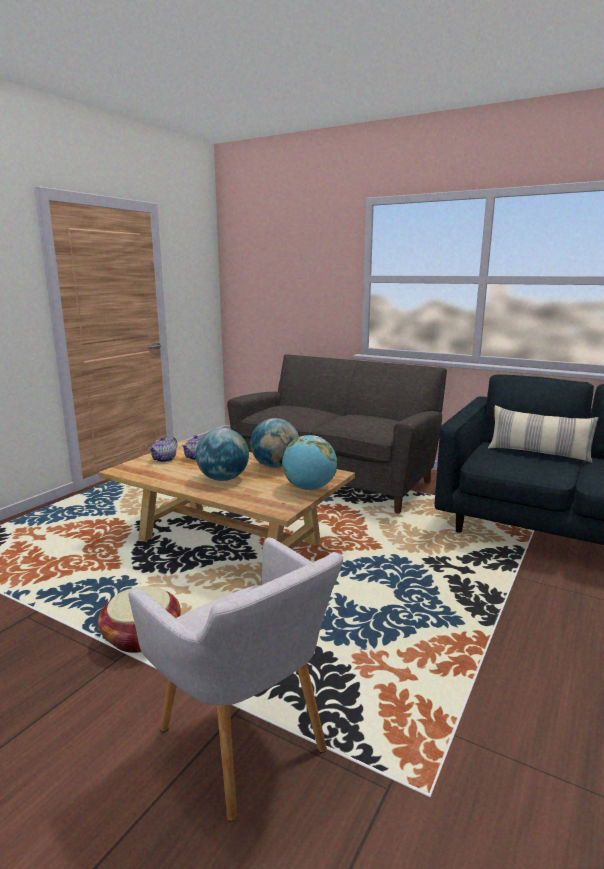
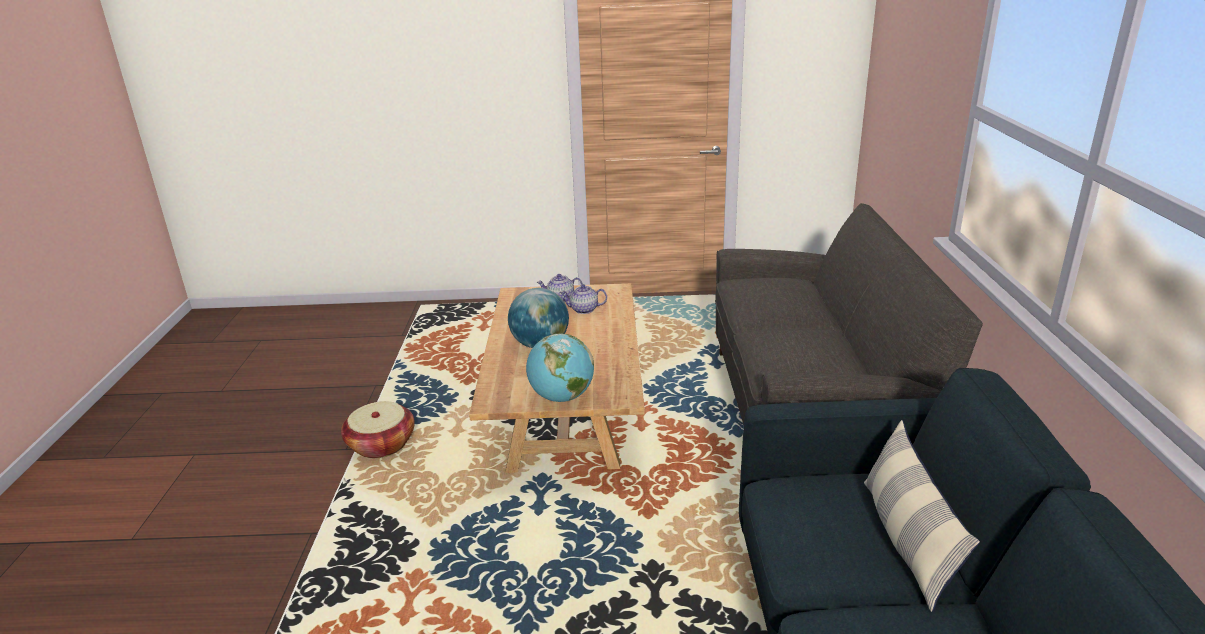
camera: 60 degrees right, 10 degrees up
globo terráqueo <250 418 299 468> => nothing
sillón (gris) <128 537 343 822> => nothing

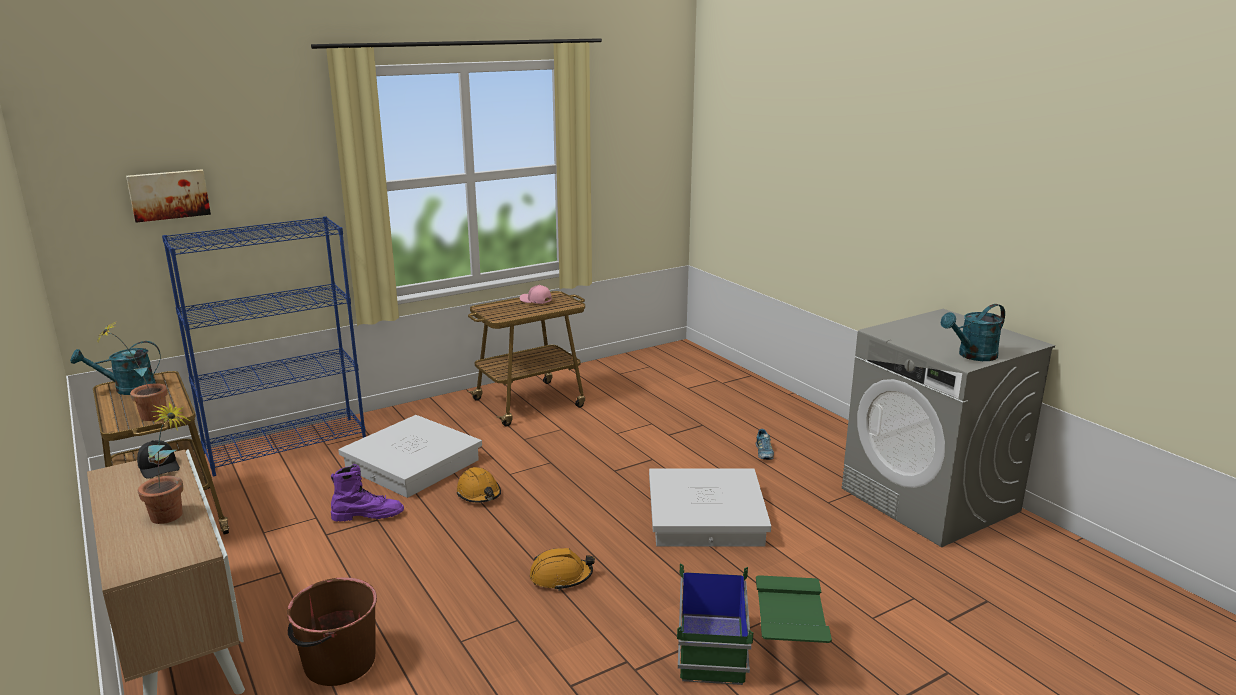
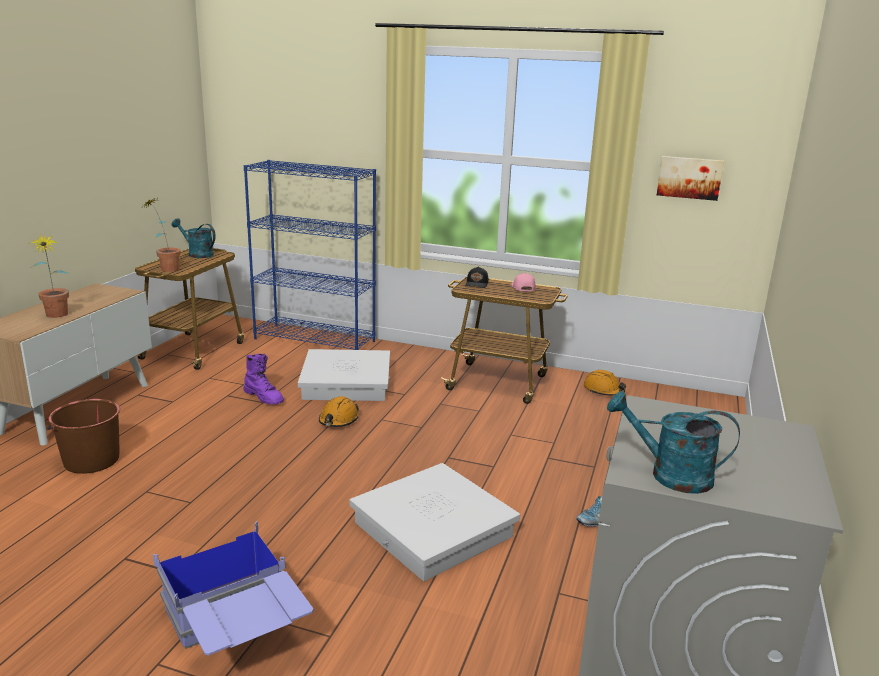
camera: 50 degrees right, 0 degrees up
cuadro <126 169 211 223> => cuadro <657 156 724 201>, shifted
gorra (negro) <137 440 180 479> => gorra (negro) <465 266 488 288>, shifted
casco (naranja) <530 548 595 591> => casco (naranja) <583 370 626 396>, shifted
caja de almacenaje (verde) <677 563 832 685> => caja de almacenaje (azul) <153 521 314 655>

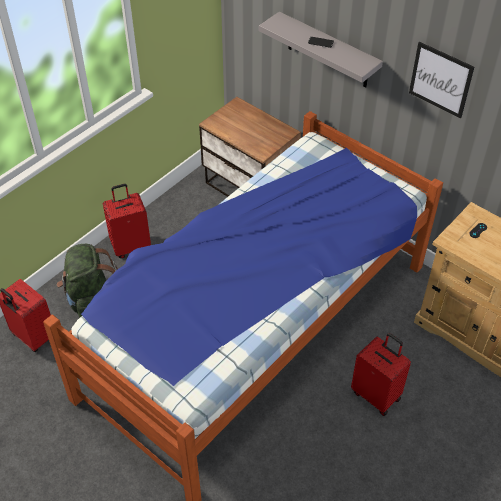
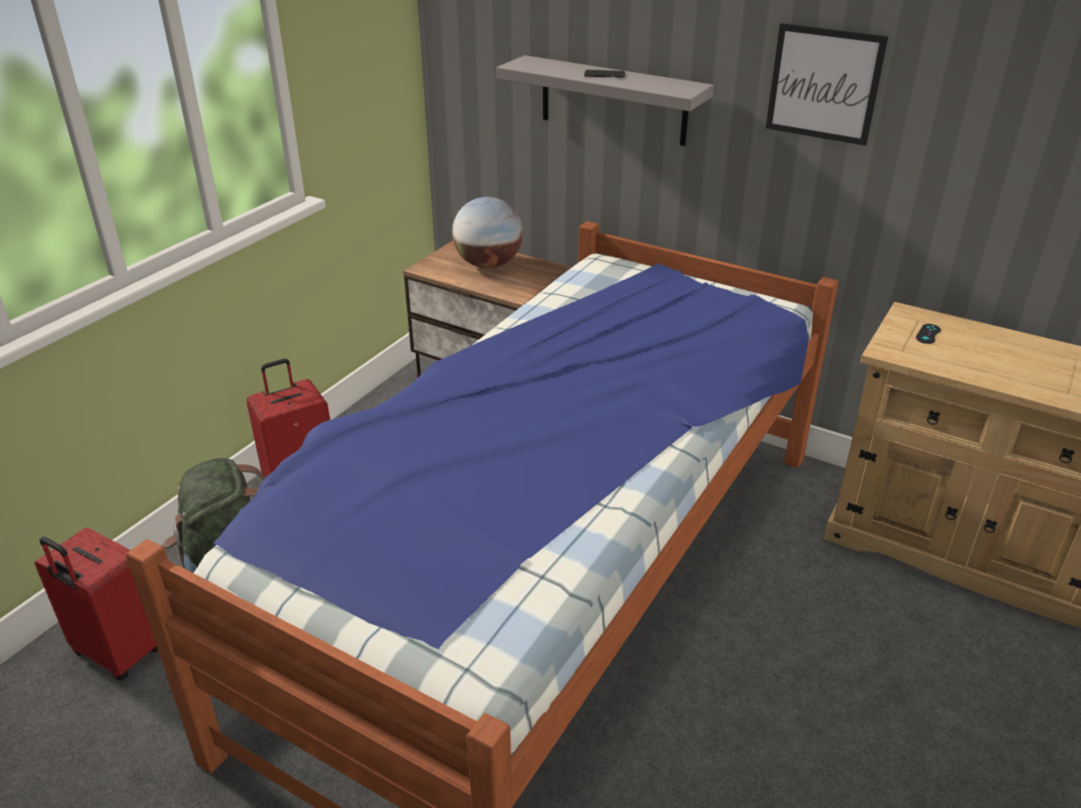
camera: 10 degrees left, 15 degrees down
maleta (rojo) <351 333 411 416> => nothing
nothing => globo terráqueo <452 197 523 268>

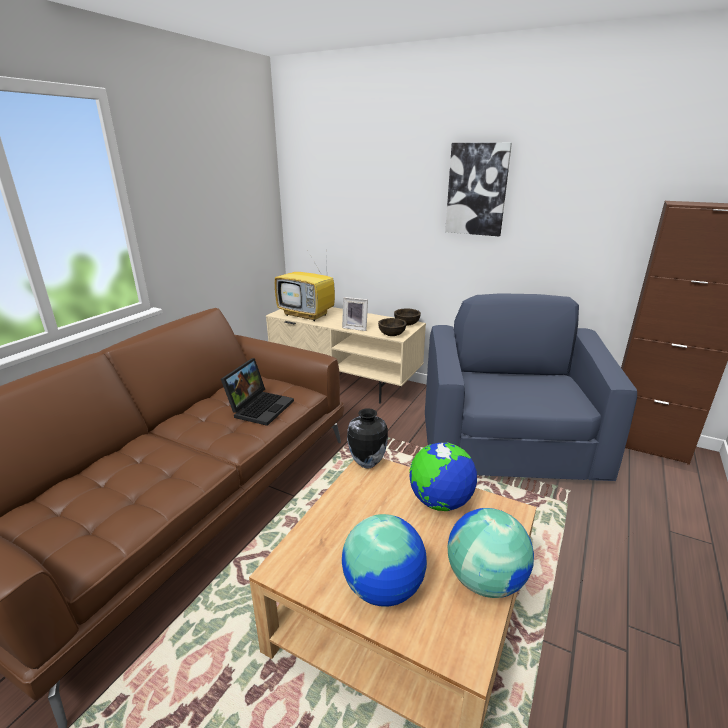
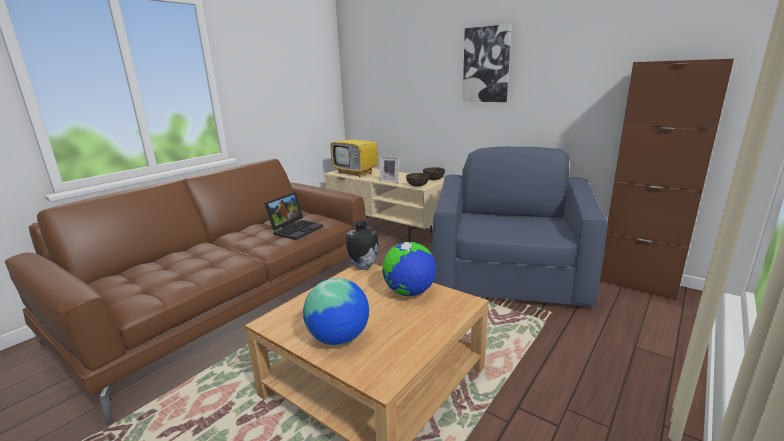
camera: 10 degrees right, 5 degrees down
globo terráqueo <448 508 534 598> => nothing

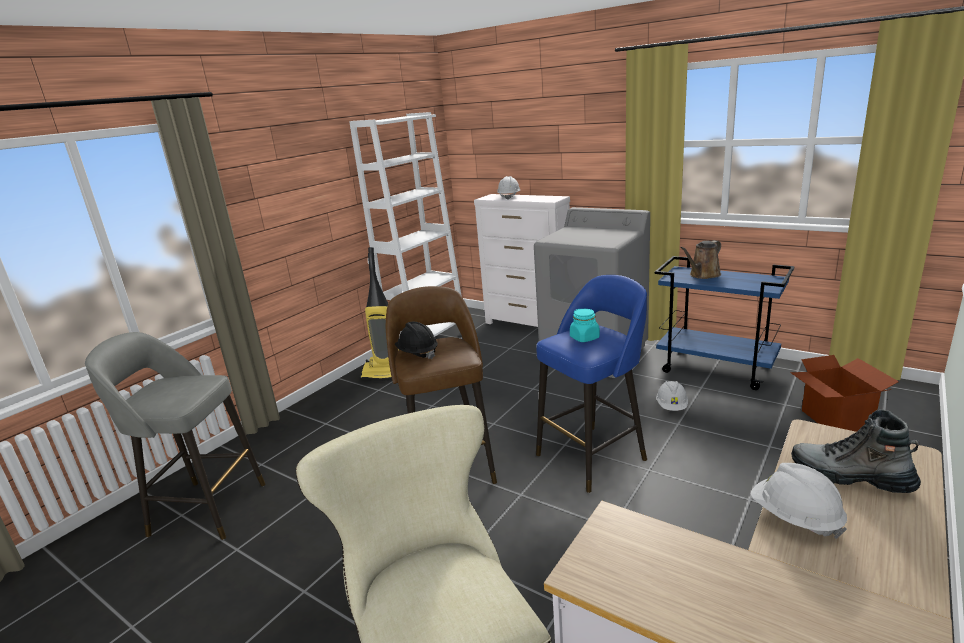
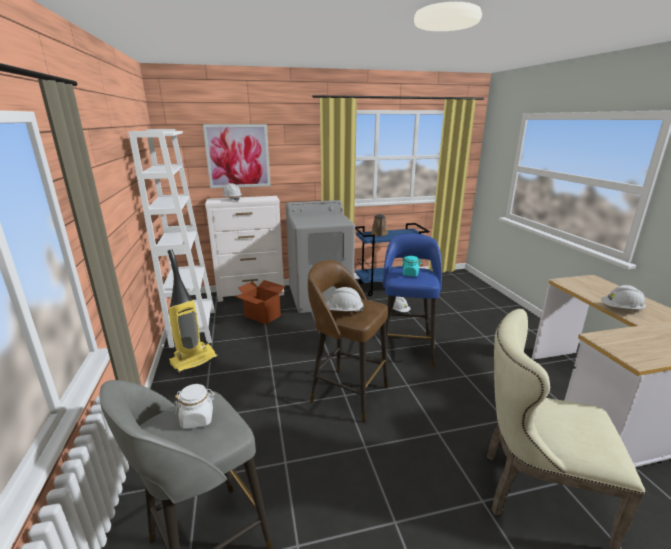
camera: 50 degrees left, 0 degrees up
casco (negro) <395 322 438 359> => casco (blanco) <326 287 364 312>
caja de cartón <790 355 899 432> => caja de cartón <234 280 286 325>, shifted
bota <791 409 921 493> => nothing
nothing => cuadro <203 124 271 188>
nothing => tarro (blanco) <175 384 215 429>

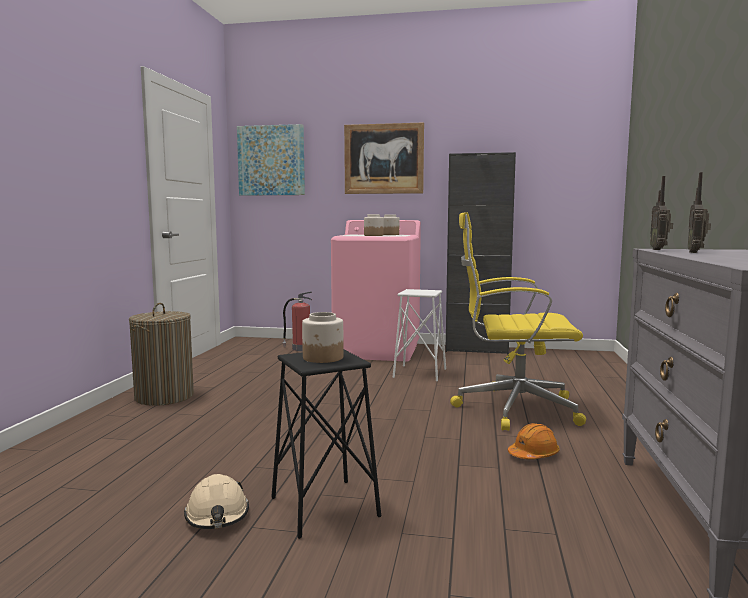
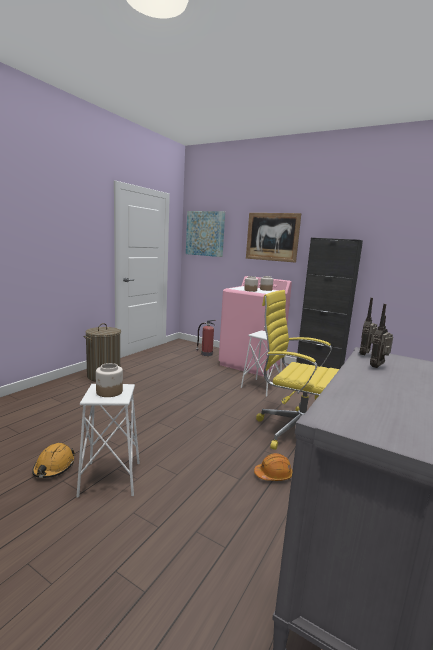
camera: 20 degrees right, 5 degrees up
taburete (negro) <271 350 381 539> => taburete (blanco) <76 384 140 498>
casco (beis) <184 474 249 529> => casco (naranja) <32 443 75 478>

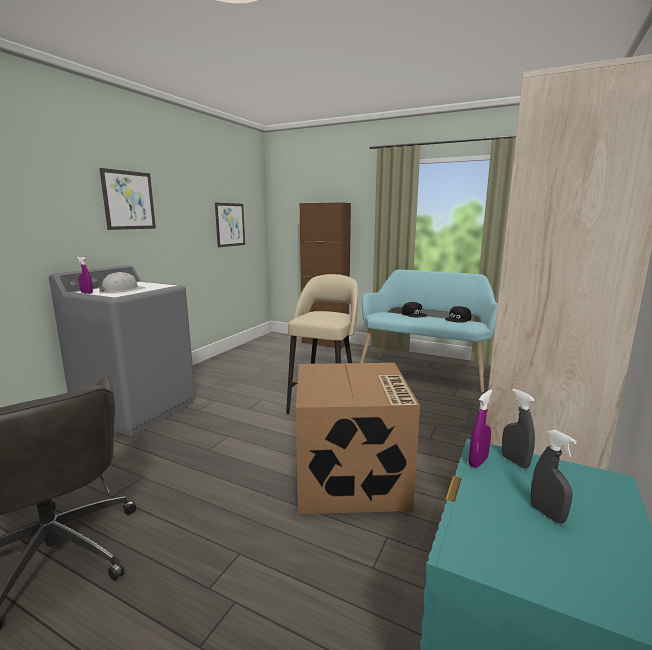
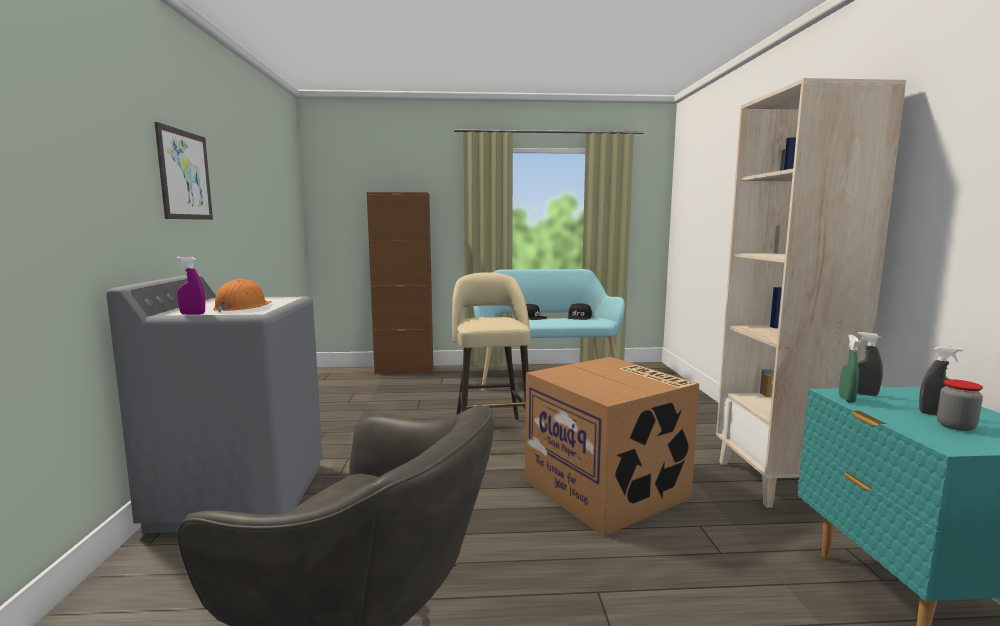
camera: 30 degrees left, 5 degrees down
cuadro <215 203 245 247> => nothing
casco (blanco) <99 272 145 294> => casco (naranja) <213 279 272 313>
pulverizador (morado) <469 390 492 468> => pulverizador (verde) <839 334 859 403>
nothing => tarro <937 379 983 431>

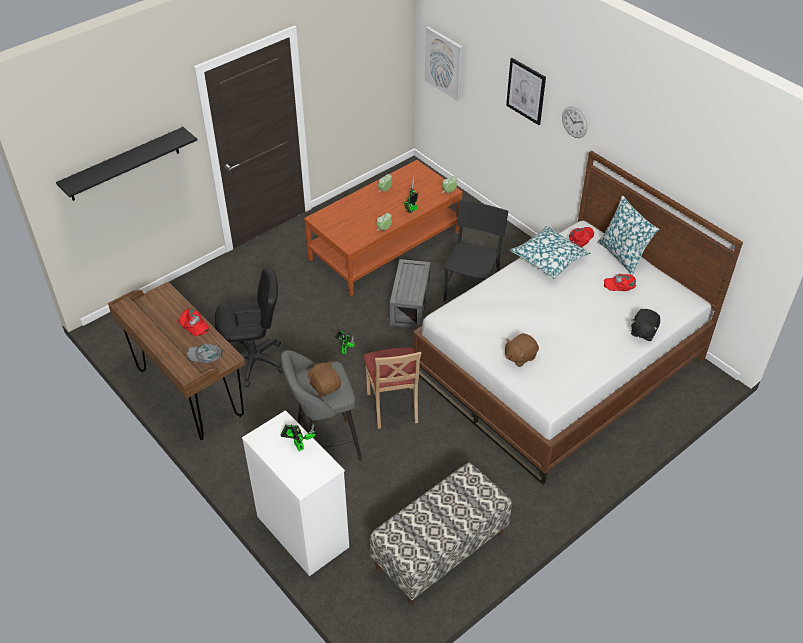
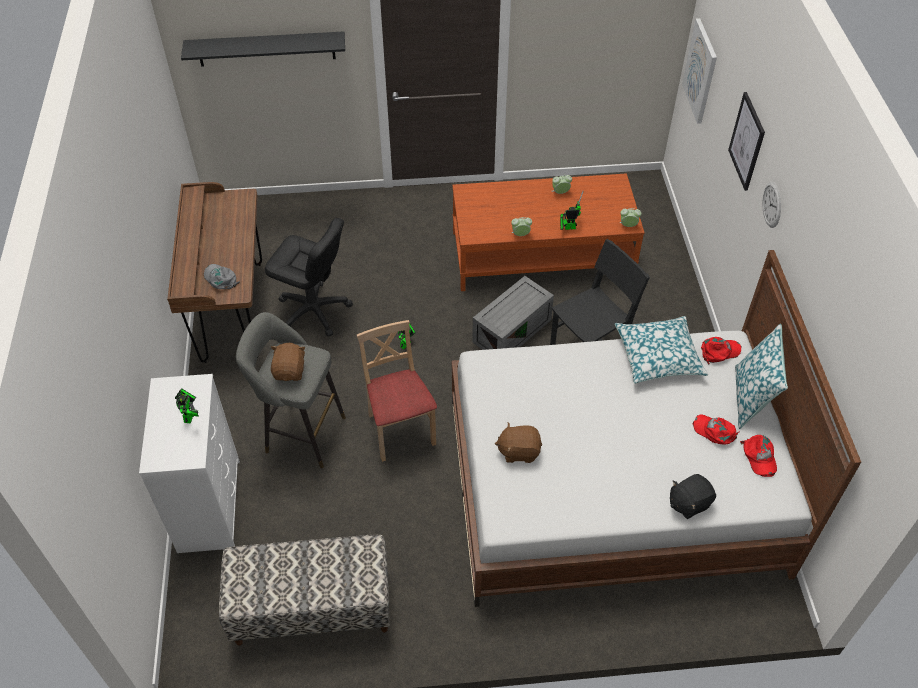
camera: 35 degrees right, 5 degrees up
gorra (rojo) <177 309 209 336> => gorra (rojo) <740 435 777 477>, shifted
silla (beis) <363 347 421 429> => silla (beis) <357 320 437 462>, 135 degrees clockwise

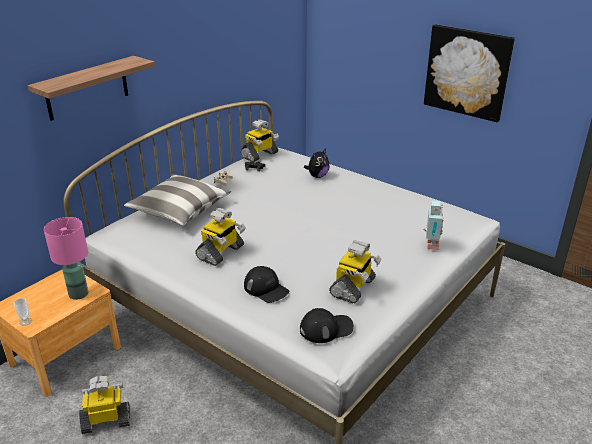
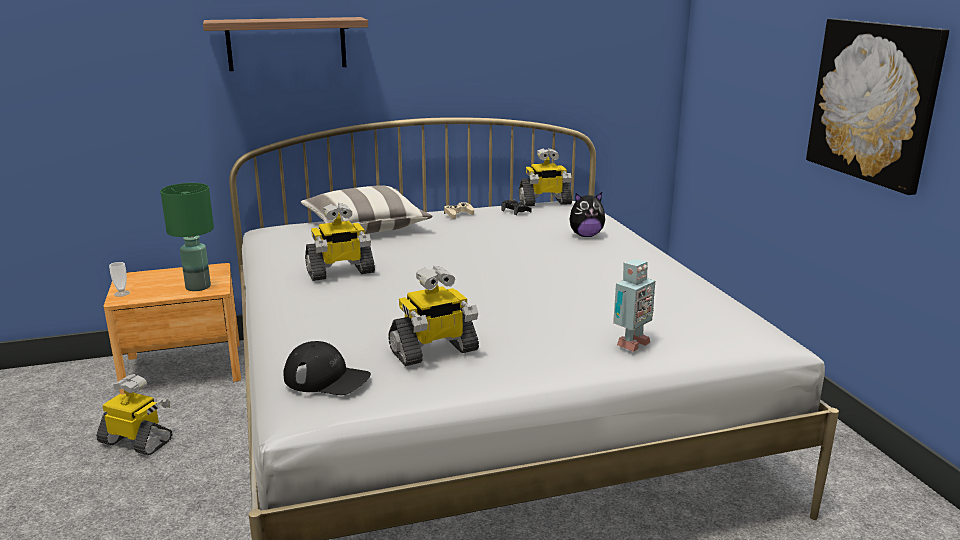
camera: 35 degrees right, 10 degrees down
lámpara de mesa (rosa) <44 217 88 300> => lámpara de mesa (verde) <160 183 214 291>
gorra (negro) <244 266 289 303> => nothing

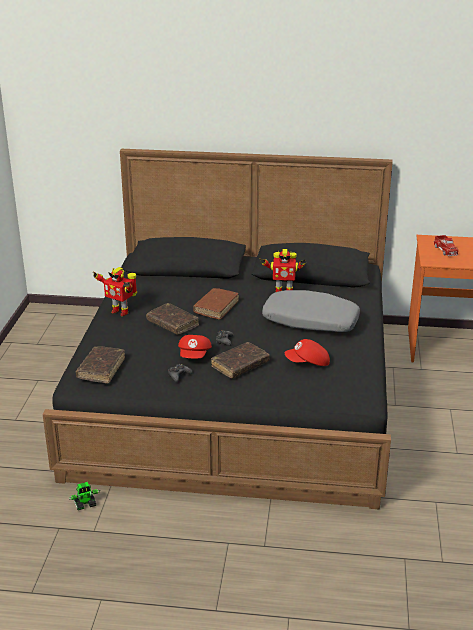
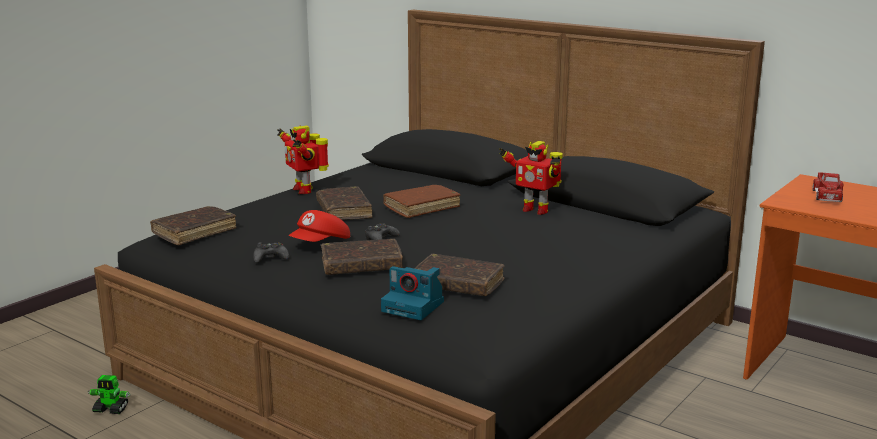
camera: 30 degrees right, 10 degrees down
cojín (gris) <262 290 360 332> => nothing
gorra (rojo) <285 339 330 366> => libro (marrón) <415 254 504 296>
nothing => cámara <381 266 444 320>

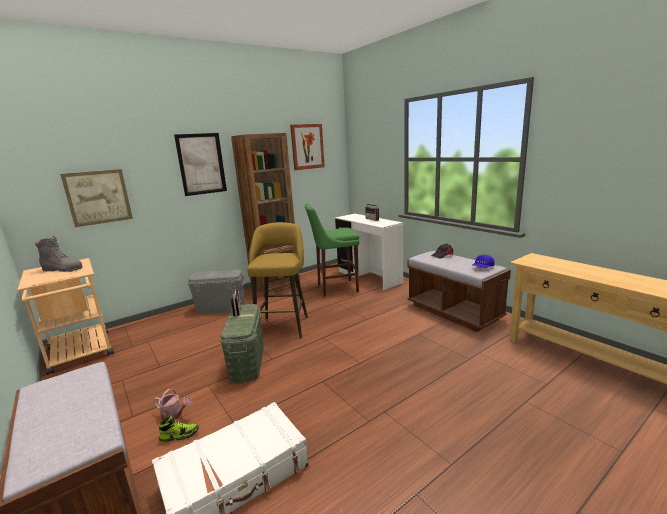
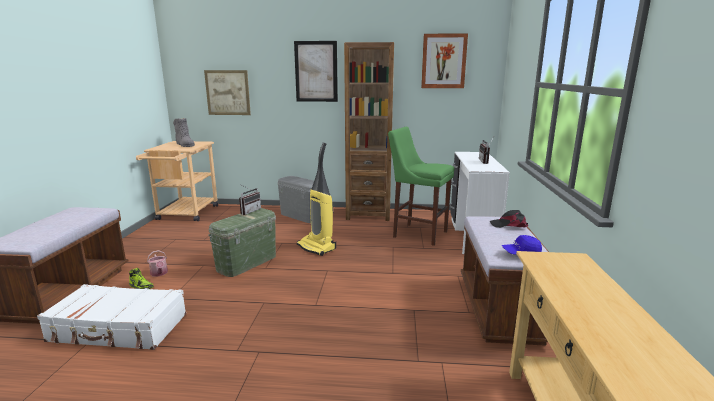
camera: 40 degrees right, 0 degrees up
taburete (amarillo) <247 222 308 338> => aspiradora <297 143 336 256>

